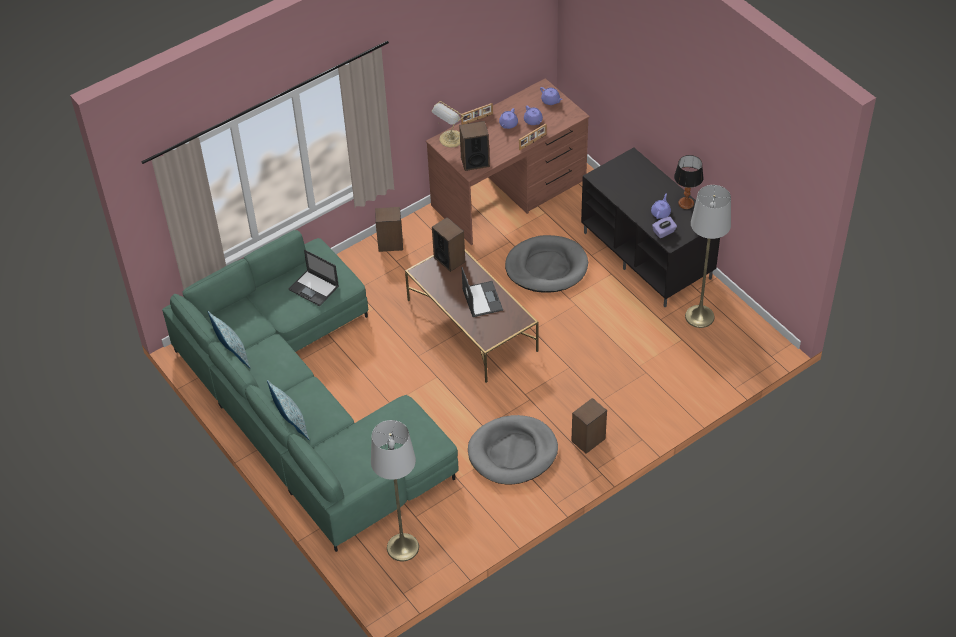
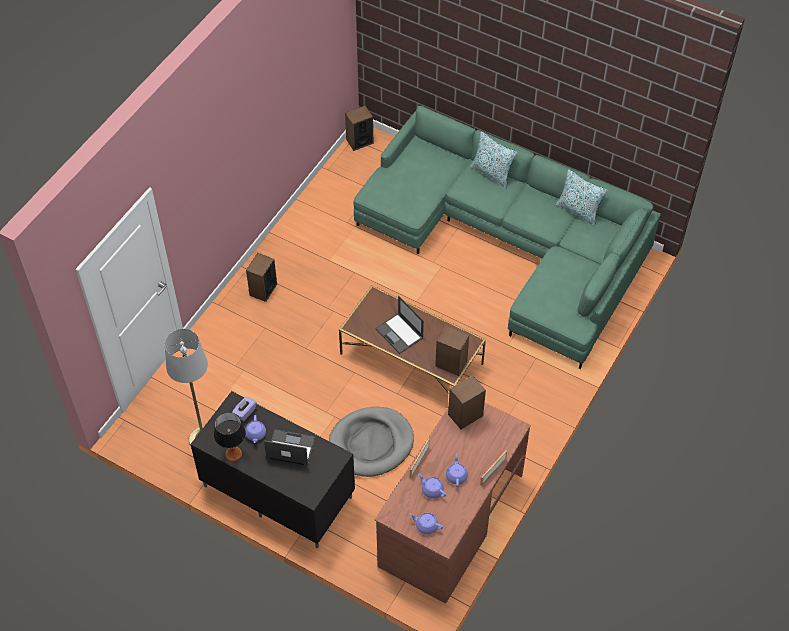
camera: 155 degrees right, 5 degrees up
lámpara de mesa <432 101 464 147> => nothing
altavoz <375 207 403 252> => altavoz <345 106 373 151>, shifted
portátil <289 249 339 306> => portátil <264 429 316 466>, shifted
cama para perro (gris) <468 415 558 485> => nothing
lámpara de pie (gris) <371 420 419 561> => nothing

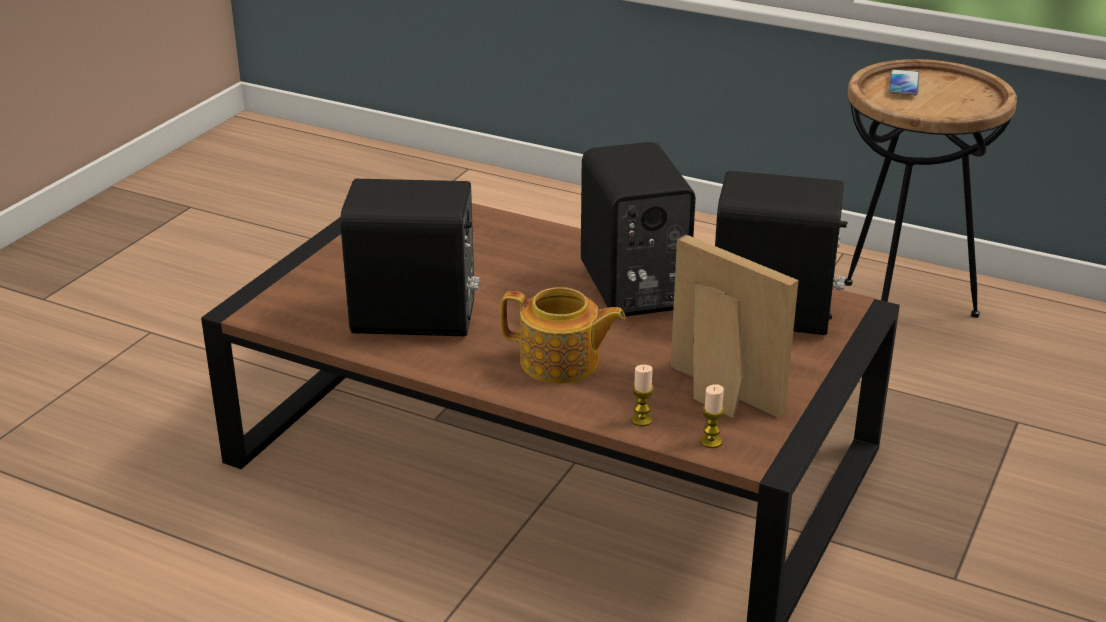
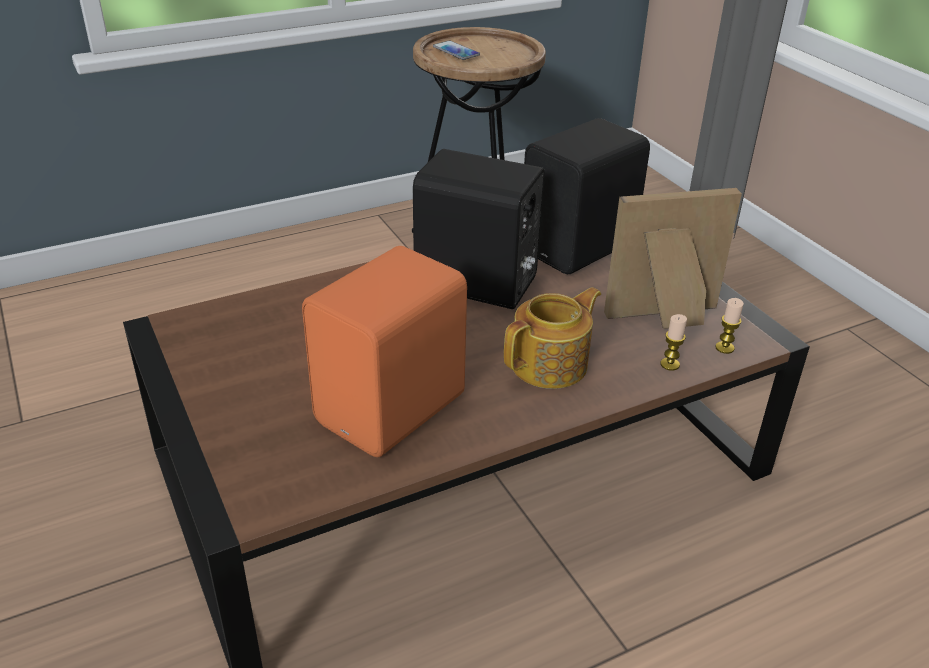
camera: 55 degrees left, 5 degrees up
altavoz (negro) <340 179 480 336> => altavoz (naranja) <302 246 467 457>

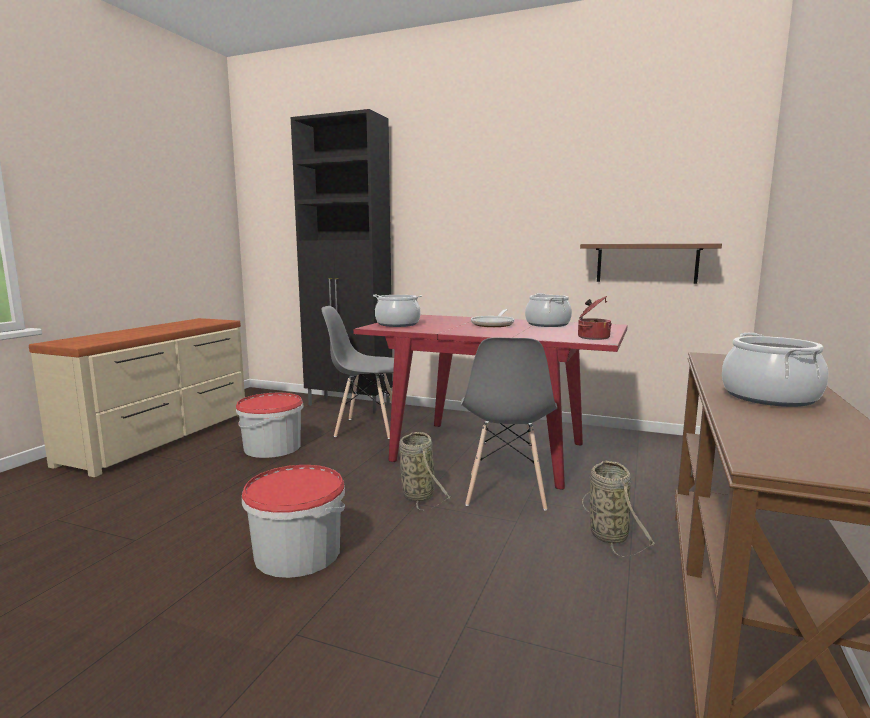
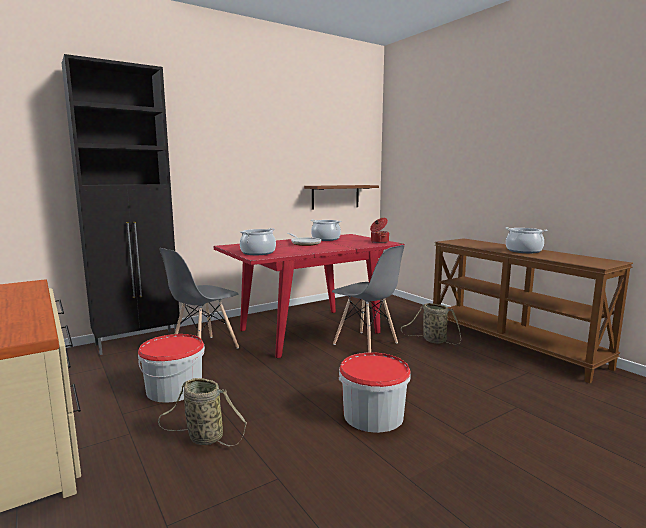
camera: 55 degrees left, 0 degrees up
cesta <399 432 450 511> => cesta <158 378 247 446>, shifted

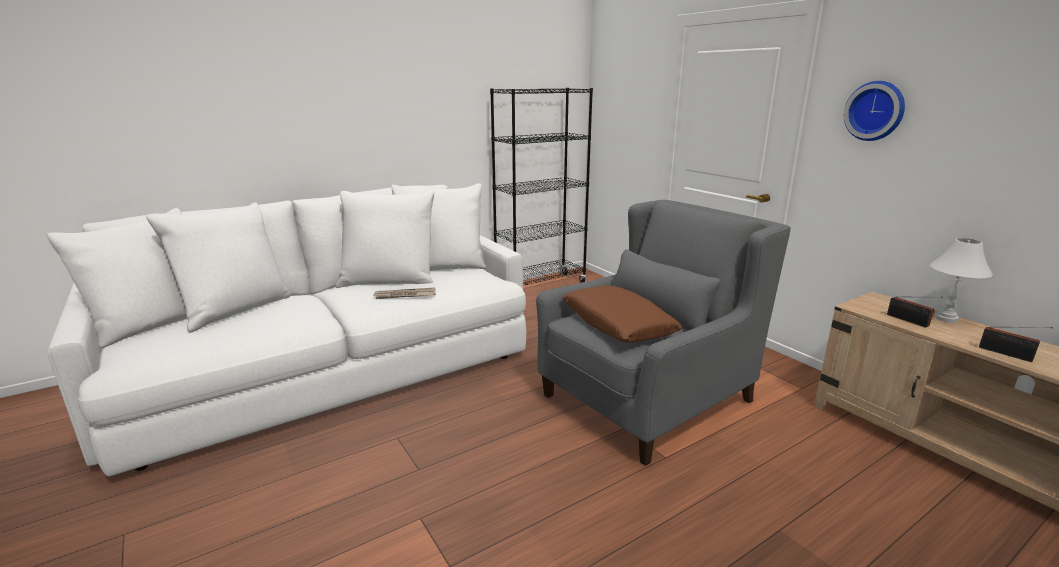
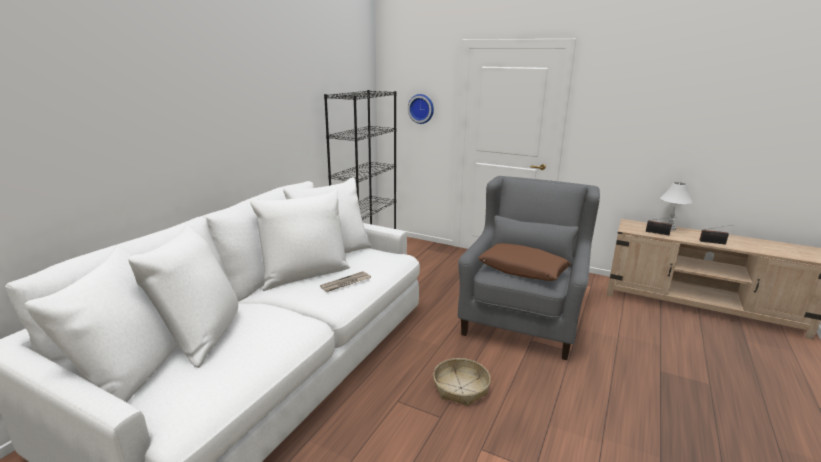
camera: 30 degrees left, 0 degrees up
reloj de pared <844 81 905 141> => reloj de pared <408 94 434 124>, shifted
nothing => cesta <433 358 491 406>

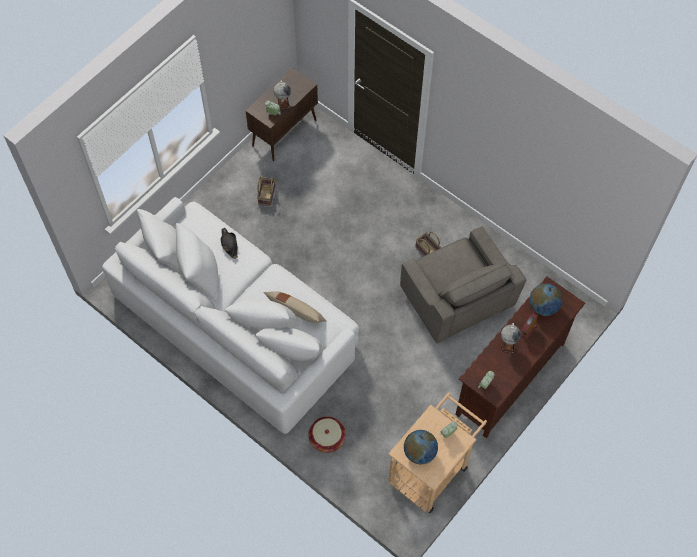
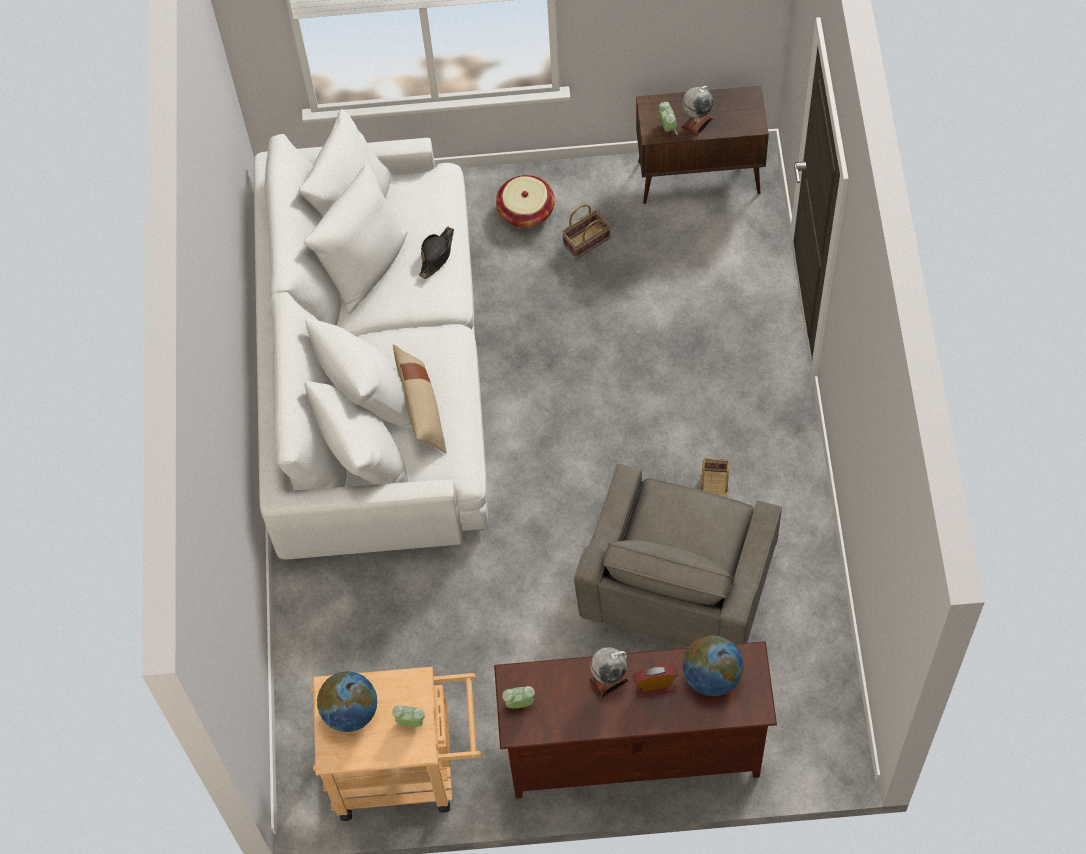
camera: 50 degrees right, 0 degrees up
cesta <308 416 346 453> => cesta <496 175 555 228>, shifted

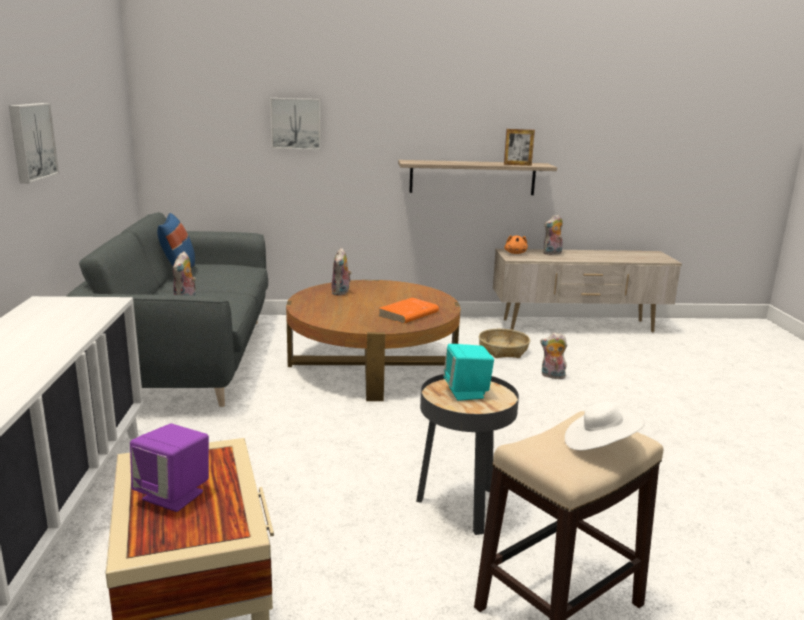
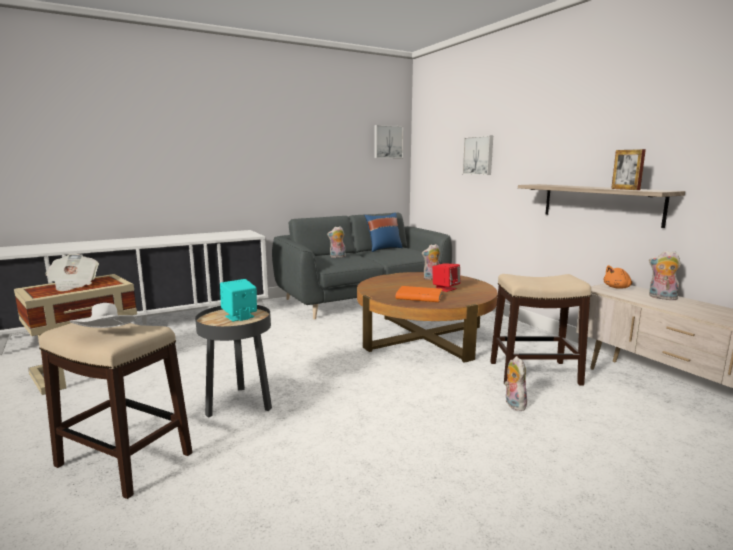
camera: 65 degrees right, 5 degrees down
cuadro <9 103 59 183> => cuadro <374 125 404 158>, shifted
cesta <479 329 530 358> => taburete <490 274 592 386>
altavoz (morado) <130 423 209 512> => periódico <45 254 99 291>
nothing => altavoz (rojo) <432 263 460 292>

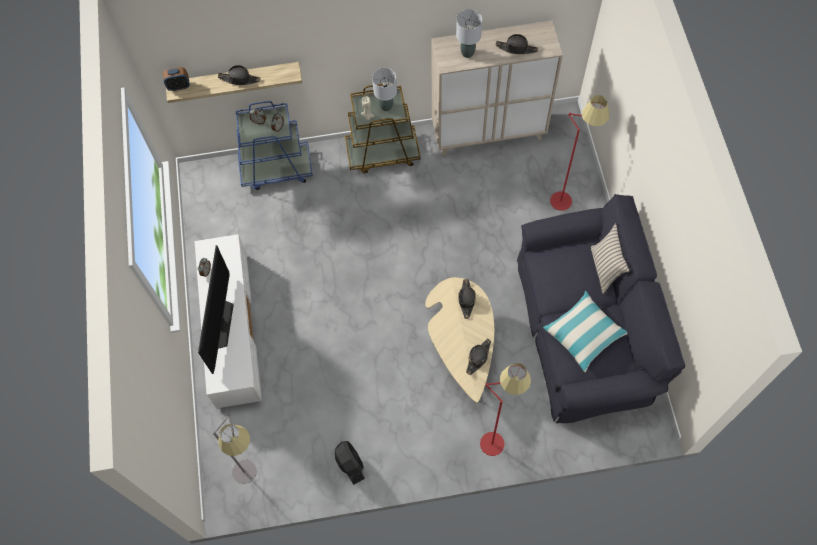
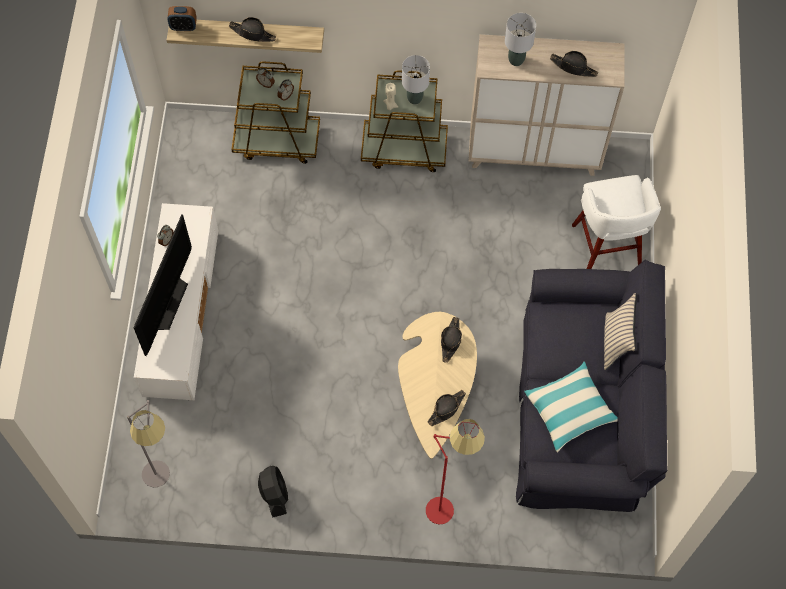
camera: 10 degrees right, 0 degrees up
lámpara de pie (rojo) <550 95 609 211> => taburete (blanco) <572 175 661 269>
carrito (azul) <236 101 313 190> => carrito (marrón) <231 61 320 164>

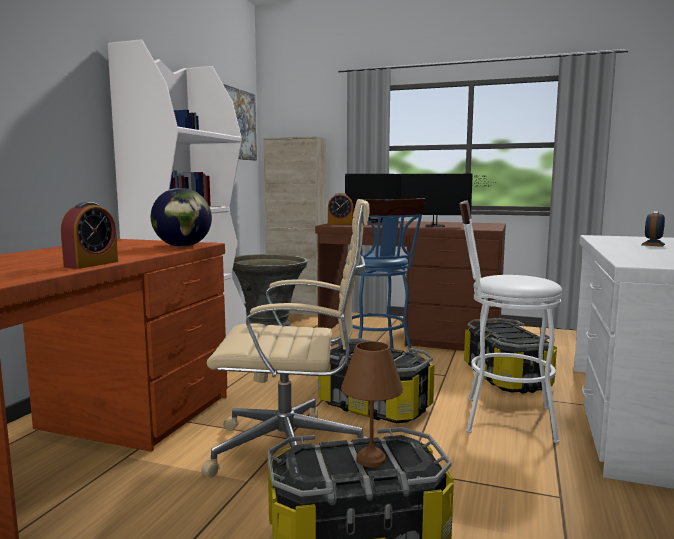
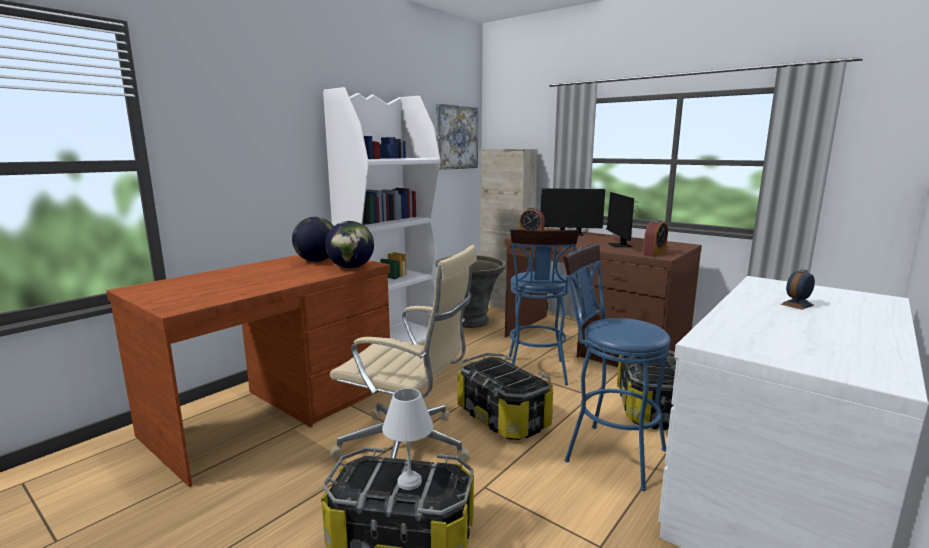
camera: 20 degrees right, 5 degrees up
monitor <401 174 492 227> => monitor <606 192 640 247>, 60 degrees clockwise
taburete (blanco) <459 200 562 443> => taburete (azul) <563 242 671 491>
despertador <61 202 118 269> => despertador <643 219 668 257>, shifted
lámpara de mesa (marrón) <341 341 403 467> => lámpara de mesa (blanco) <382 388 433 490>
nothing => globo terráqueo <292 217 334 262>

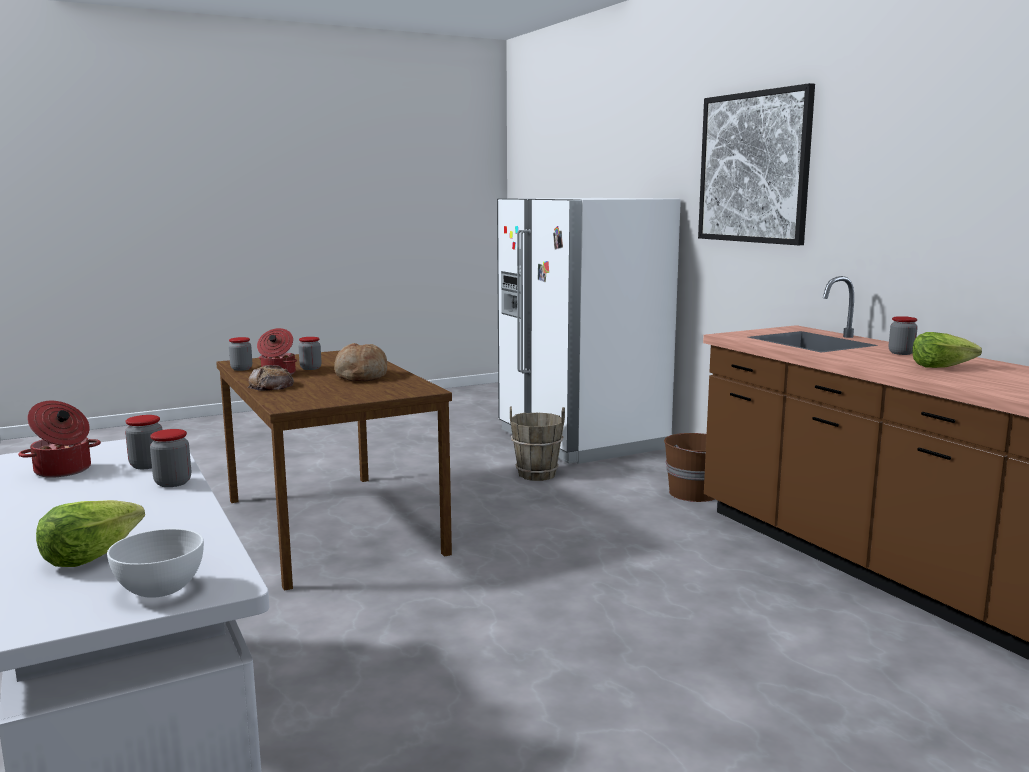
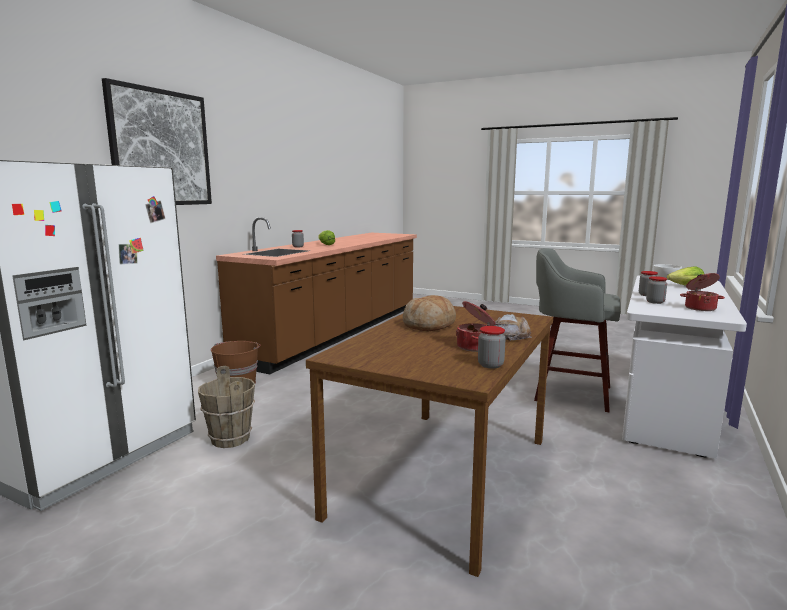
camera: 125 degrees left, 0 degrees up
tarro <299 337 321 370> => nothing
nothing => taburete (gris) <534 248 621 412>

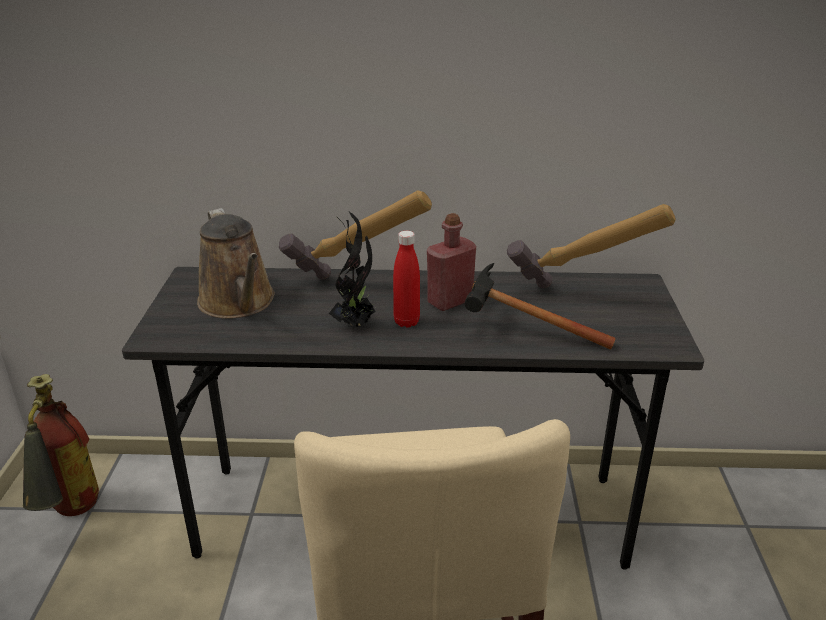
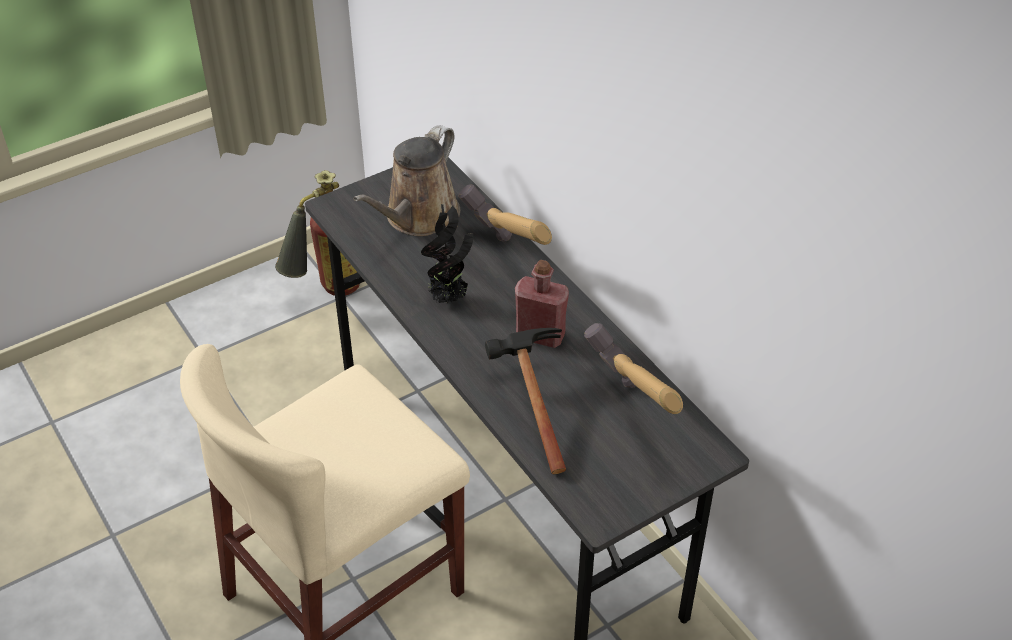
camera: 55 degrees right, 15 degrees up
botella (rojo) <393 231 420 328> => nothing

